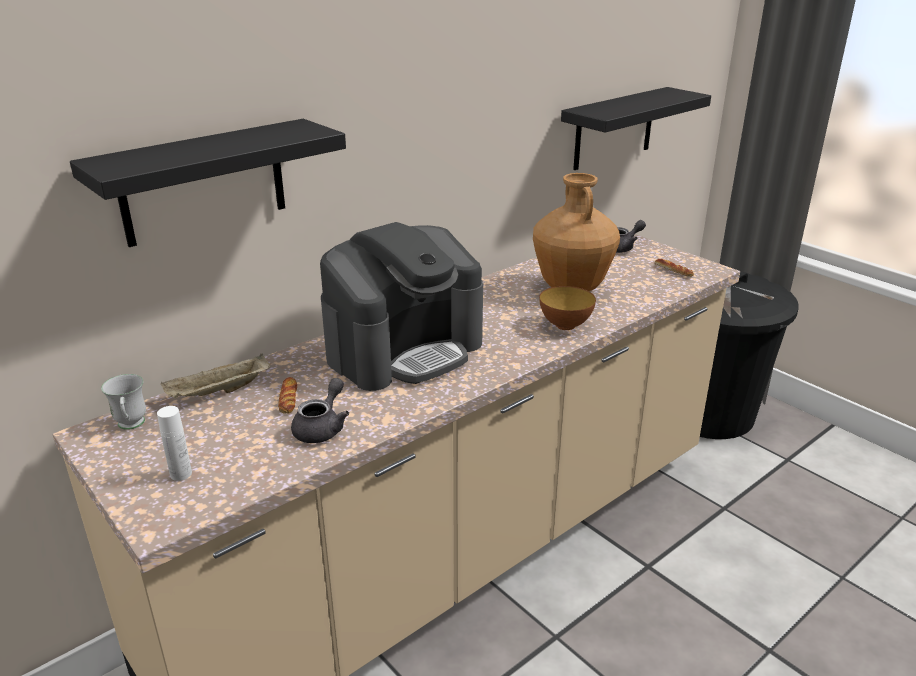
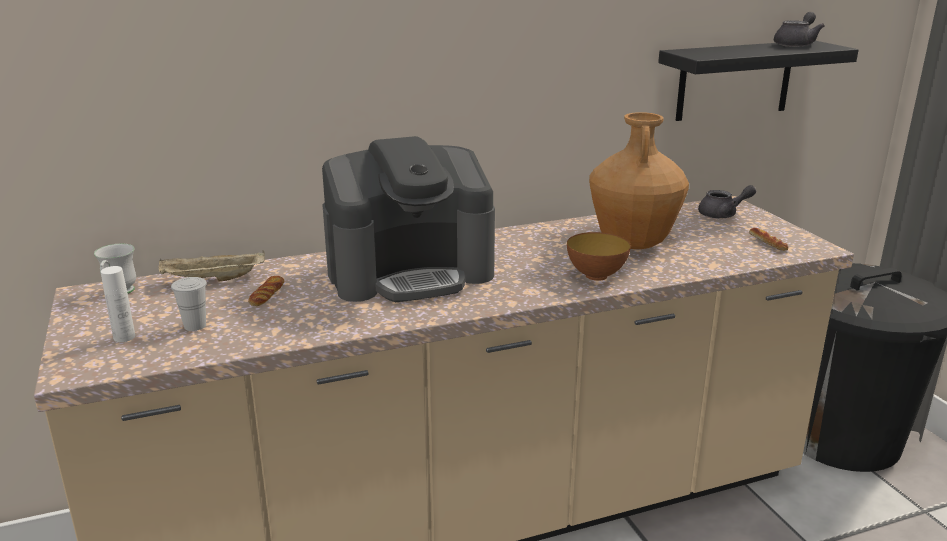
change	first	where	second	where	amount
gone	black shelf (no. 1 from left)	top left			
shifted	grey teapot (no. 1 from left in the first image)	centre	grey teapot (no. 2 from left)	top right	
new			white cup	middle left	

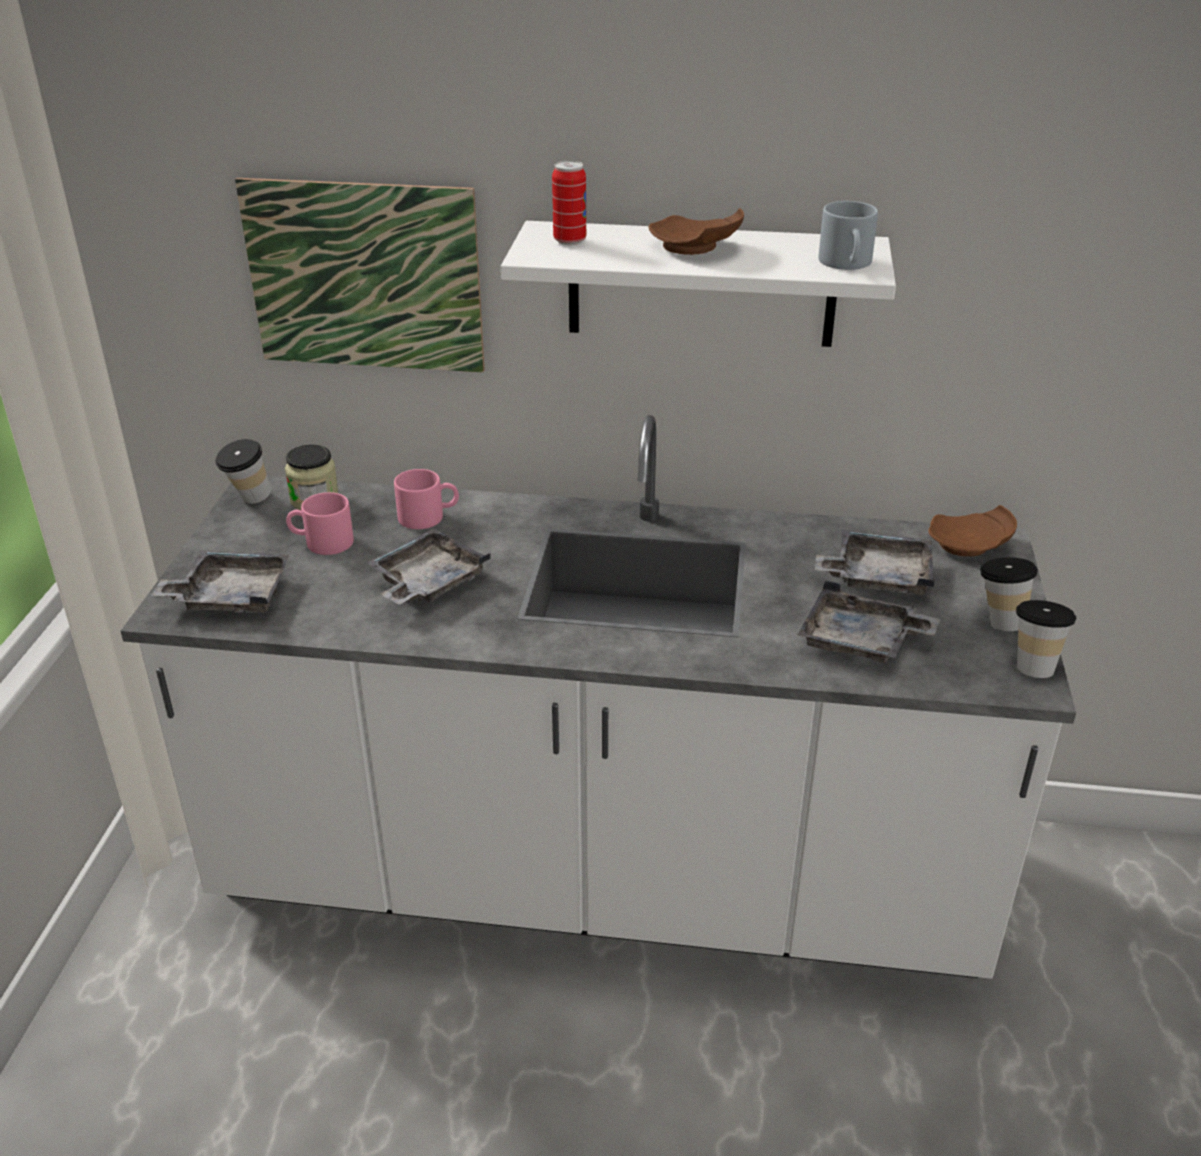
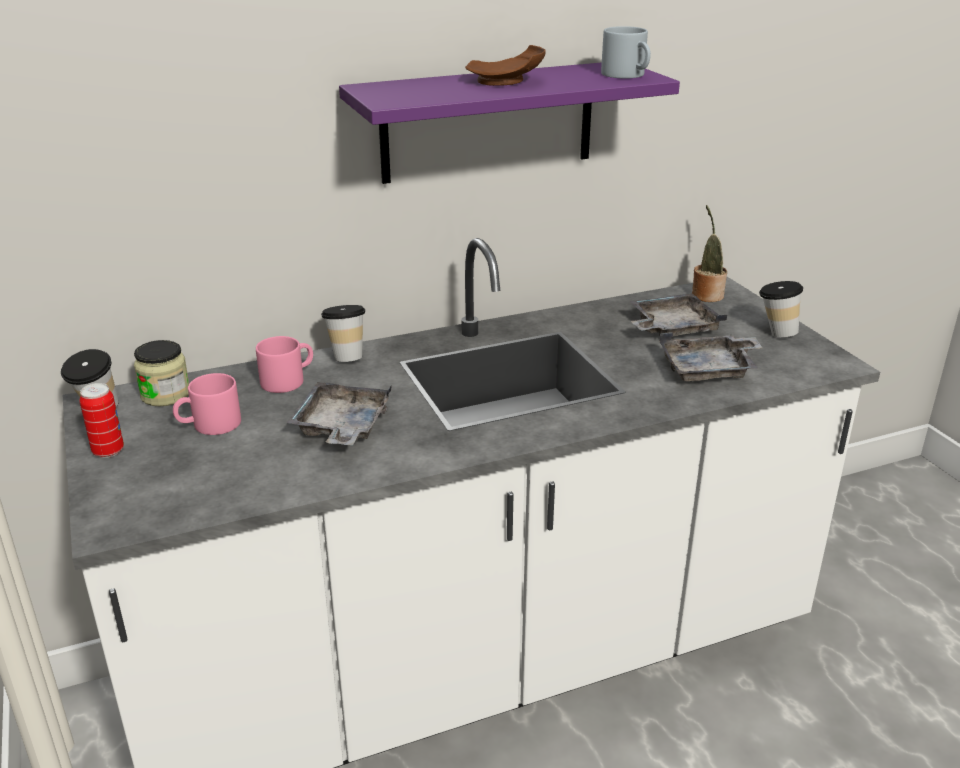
change	first	where	second	where	amount
gone	grey tray (no. 1 from left)	middle left			
gone	picture	top left			
repainted	white shelf	top centre	purple shelf	top centre	
shifted	can	top centre		middle left	
swapped	brown plate (no. 2 from left)	middle right	potted plant	top right	
shifted	cup (no. 3 from left in the first image)	middle right	cup (no. 2 from left)	centre	

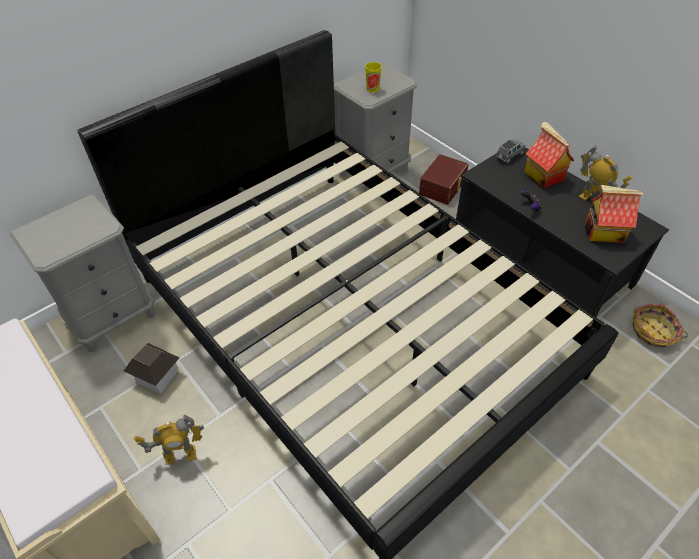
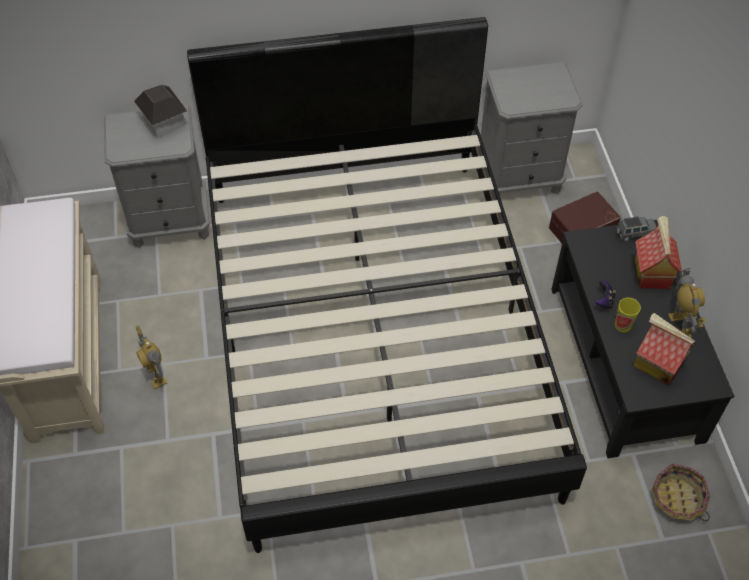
change	first	where	second	where	amount
shifted	toy house (no. 1 from left)	middle left		top left	
rotated	toy robot (no. 1 from left)	bottom left		middle left	45 degrees clockwise
shifted	cup	top centre		middle right	

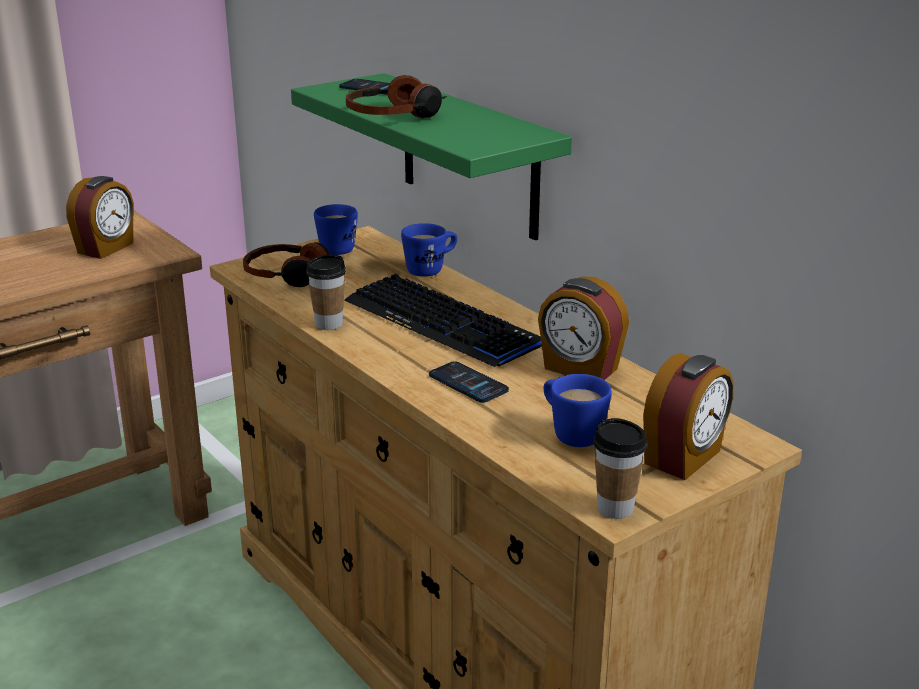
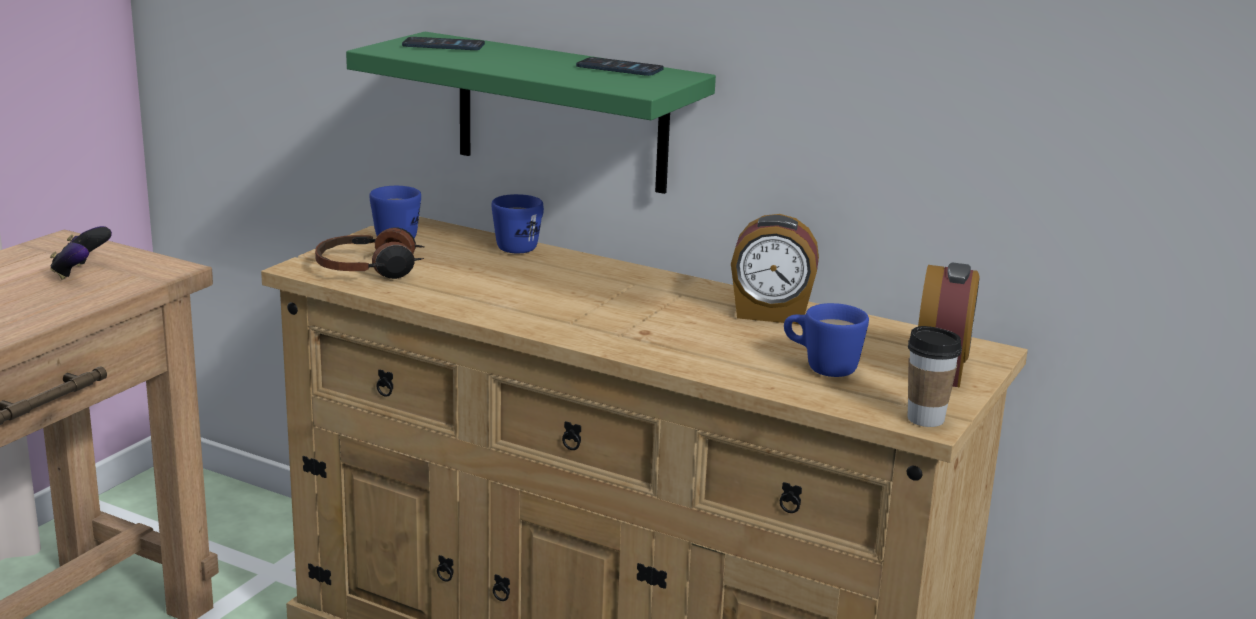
change	first	where	second	where	amount
swapped	alarm clock (no. 1 from left)	top left	game controller	middle left	
gone	cup (no. 1 from left)	centre			
gone	keyboard	centre			
gone	headphones (no. 2 from left)	top centre			
shifted	phone (no. 2 from left)	centre		top centre	

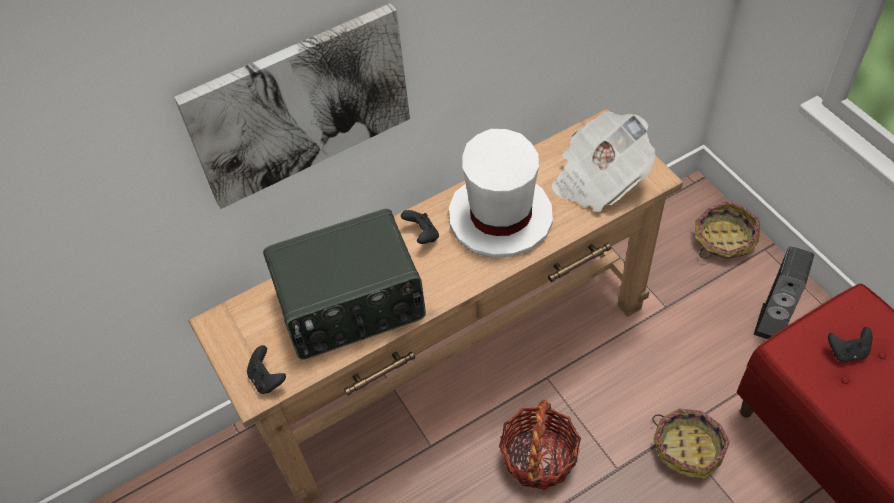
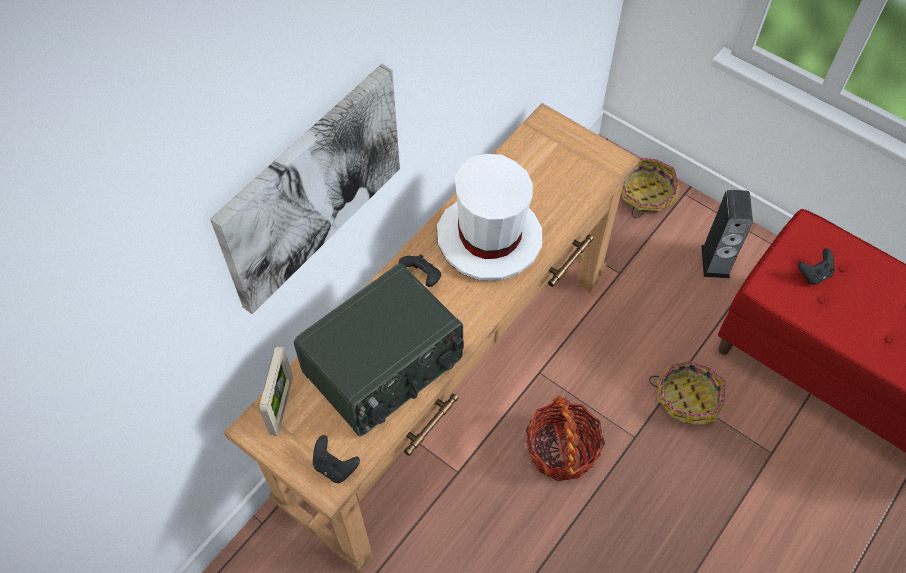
change	first	where	second	where	amount
gone	newspaper	top right			
new			picture frame	bottom left	

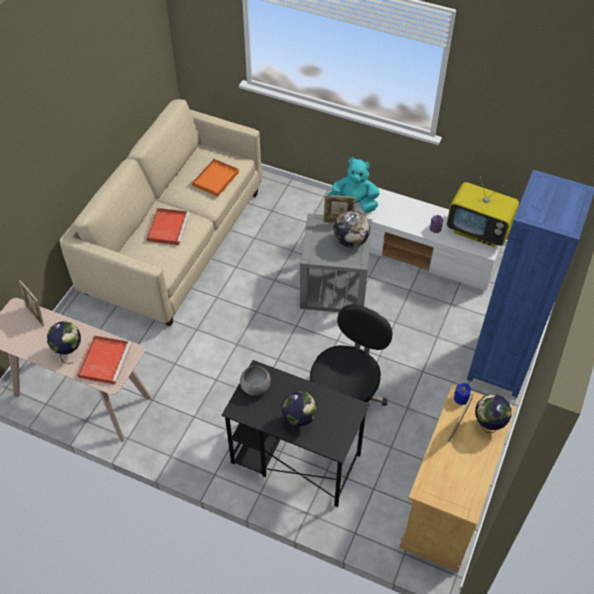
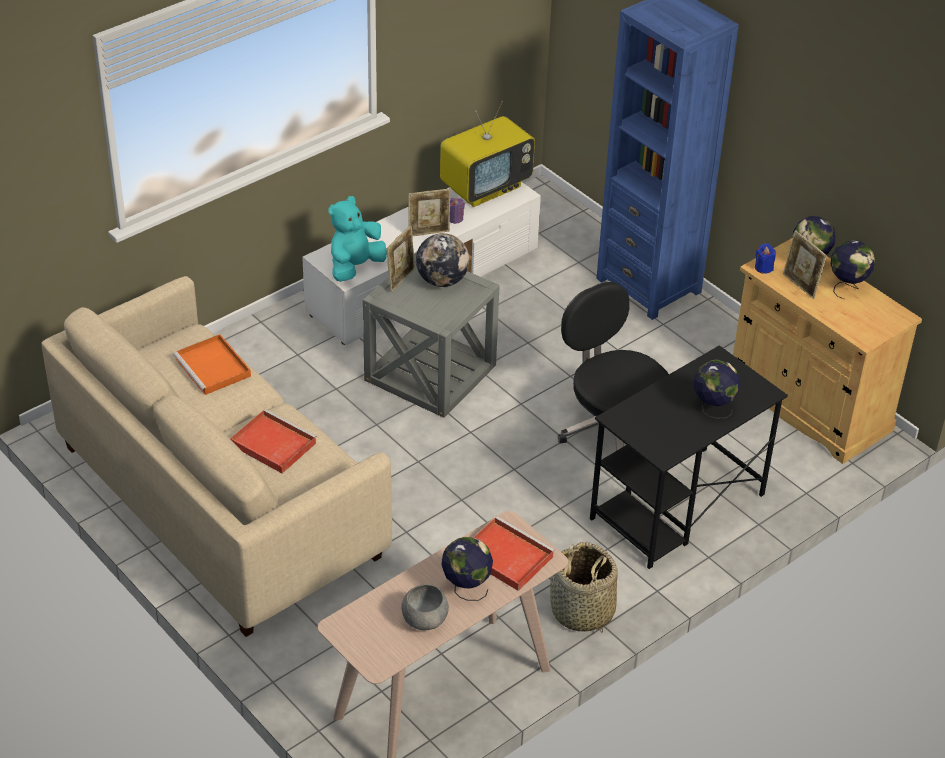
change	first	where	second	where	amount
shifted	picture frame (no. 1 from left in the first image)	middle left	picture frame (no. 2 from left)	top centre	
shifted	grey bowl	centre		bottom centre	
new			basket	bottom centre	
new			globe (no. 5 from left)	middle right	

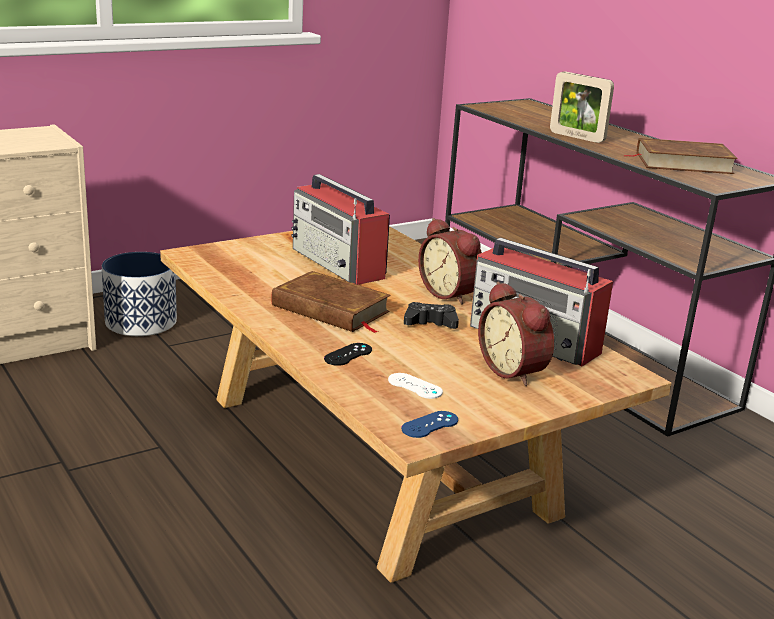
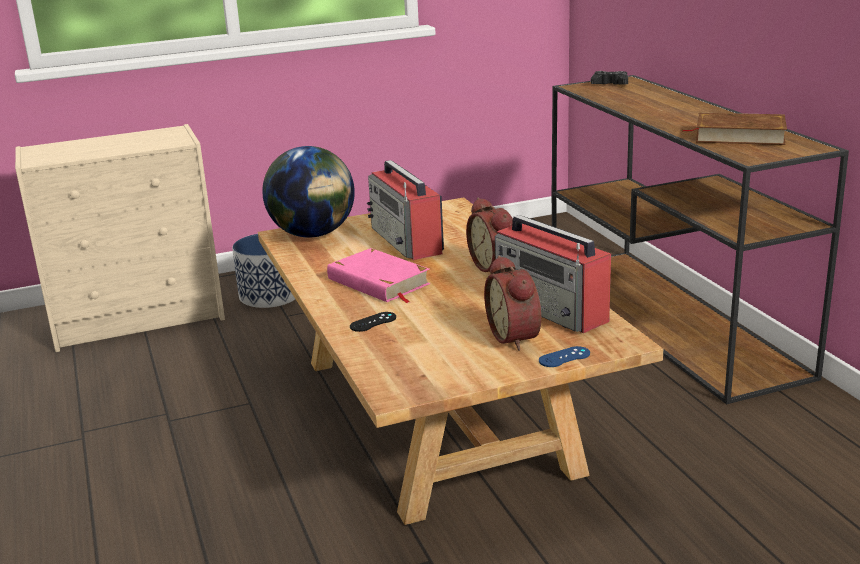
change	first	where	second	where	amount
repainted	brown book (no. 1 from left)	centre	pink book	centre	
gone	white game controller	centre			
shifted	blue game controller	bottom centre		centre	
shifted	black game controller (no. 2 from left)	centre		top right	
gone	picture frame	top right			
new			globe	centre	

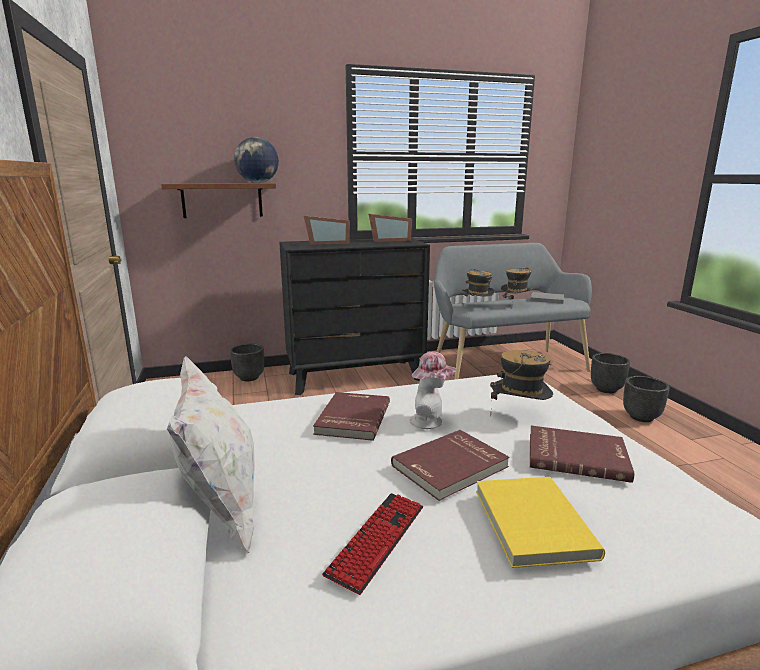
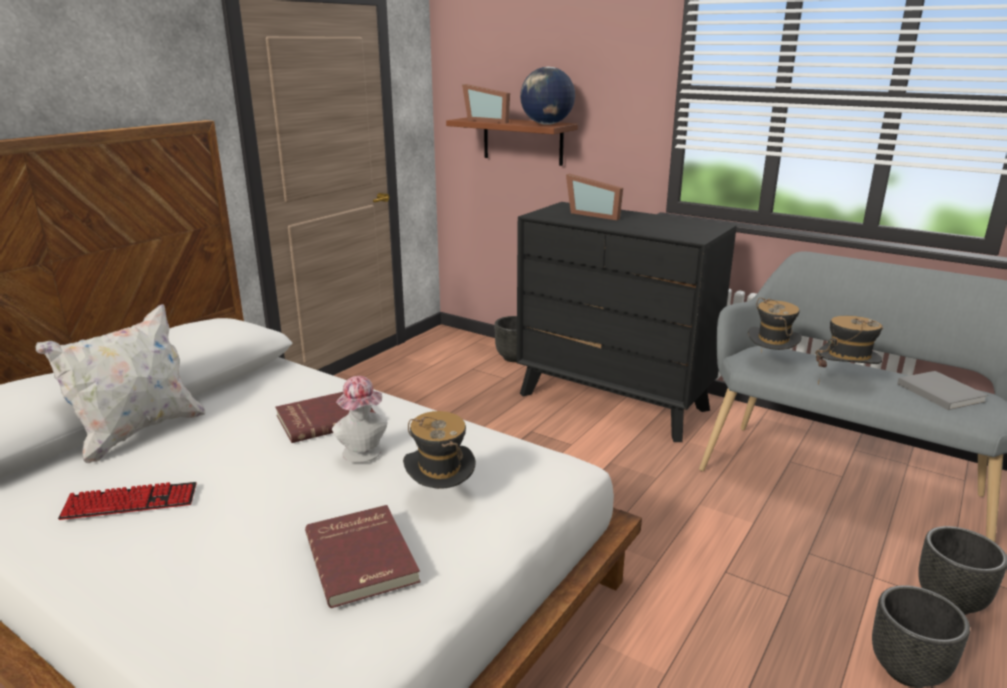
change	first	where	second	where	amount
shifted	picture frame (no. 2 from left in the first image)	centre	picture frame (no. 1 from left)	top centre	
gone	red book (no. 2 from left)	bottom centre			
gone	yellow book	bottom right			

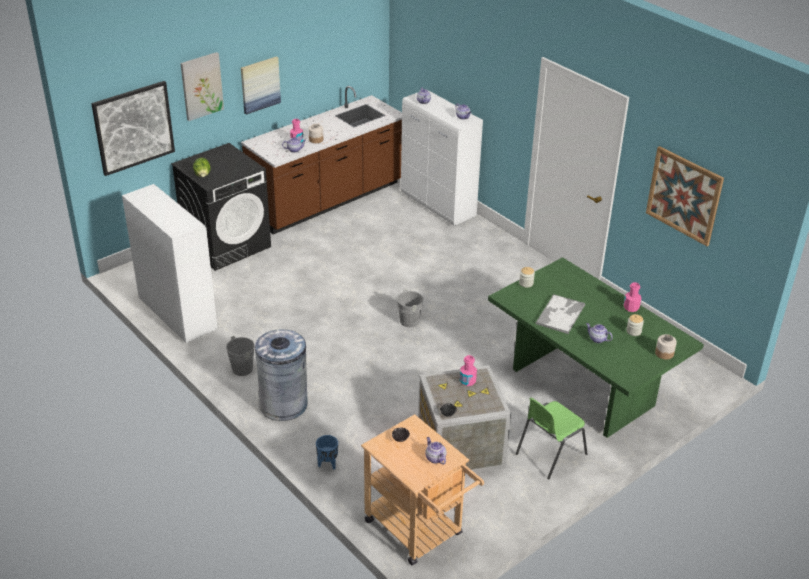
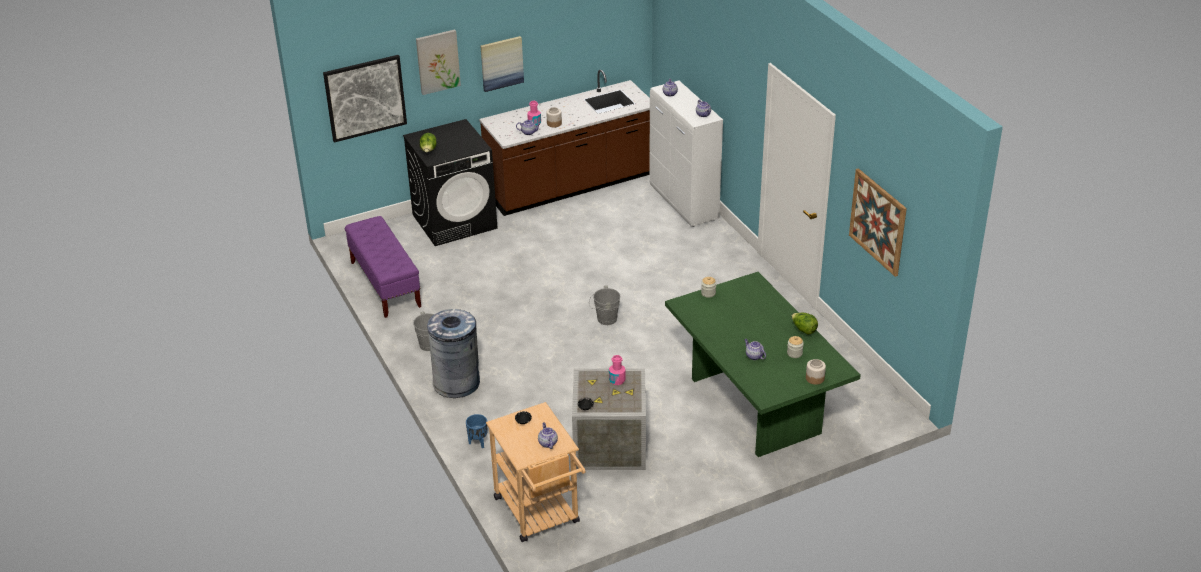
change	first	where	second	where	amount
swapped	white cabinet (no. 1 from left)	middle left	purple bench	middle left	
gone	green chair	bottom right			
gone	tray	middle right			
swapped	pink bottle (no. 3 from left)	middle right	lettuce (no. 2 from left)	middle right	

